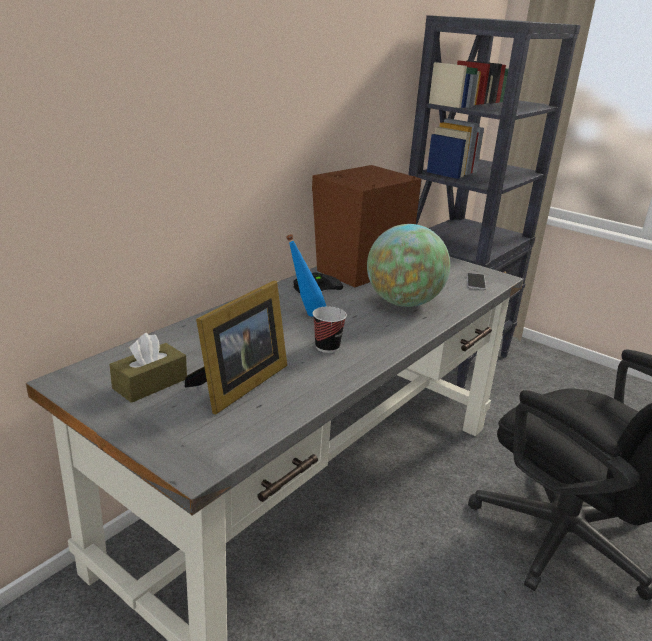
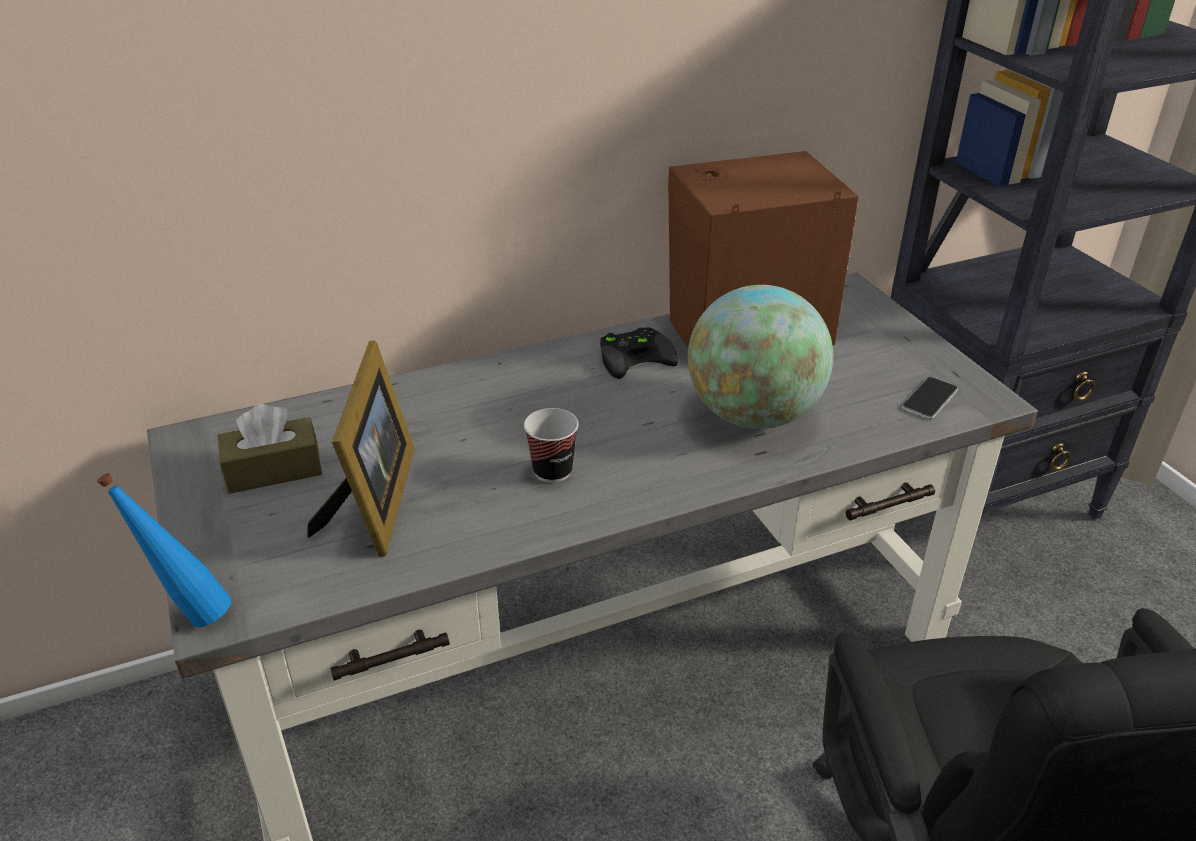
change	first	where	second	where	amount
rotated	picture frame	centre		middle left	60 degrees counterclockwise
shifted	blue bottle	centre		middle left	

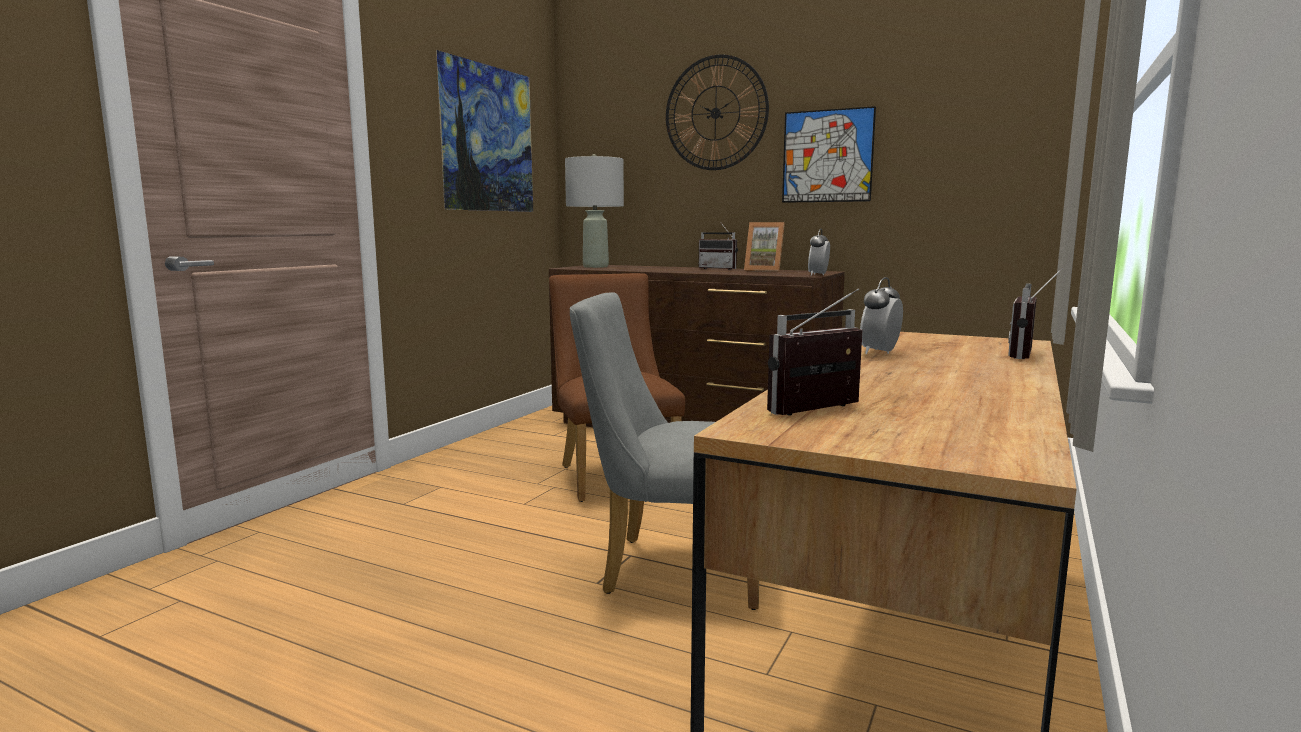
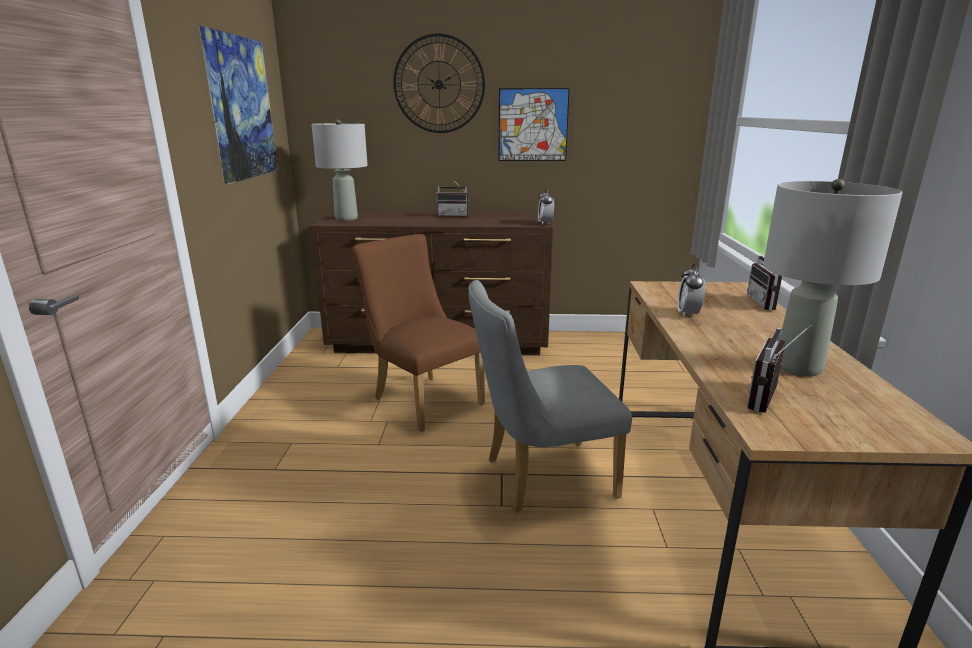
change	first	where	second	where	amount
gone	picture frame	centre			
new			grey table lamp (no. 2 from left)	middle right	

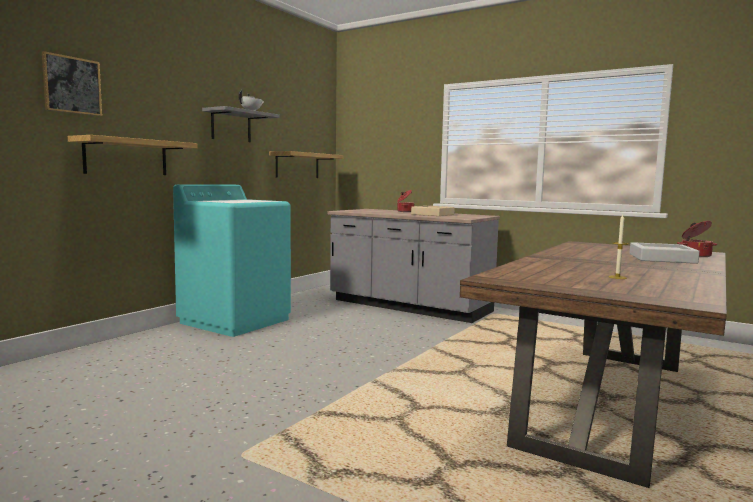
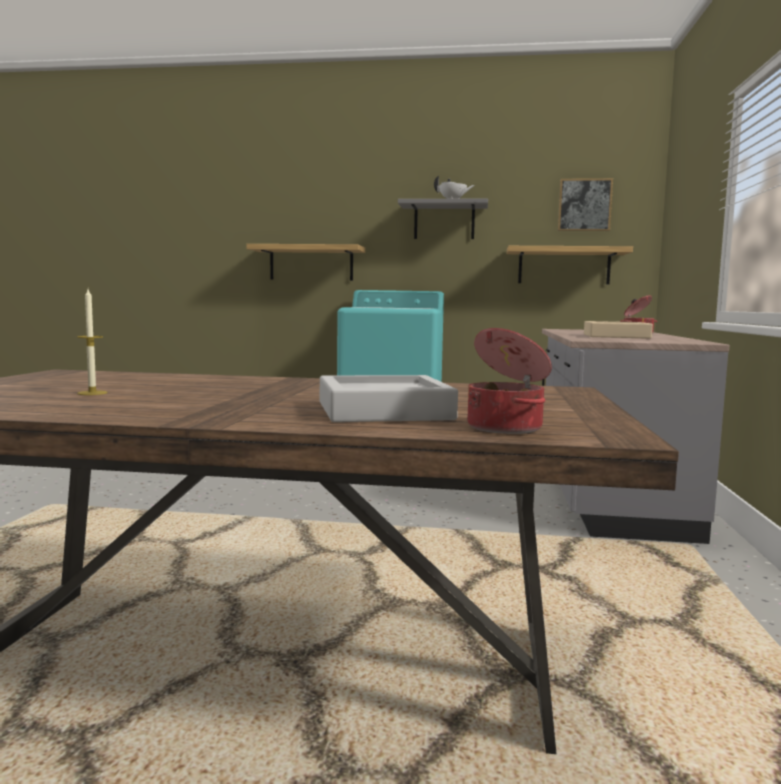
change	first	where	second	where	amount
shifted	picture	top left		top right	

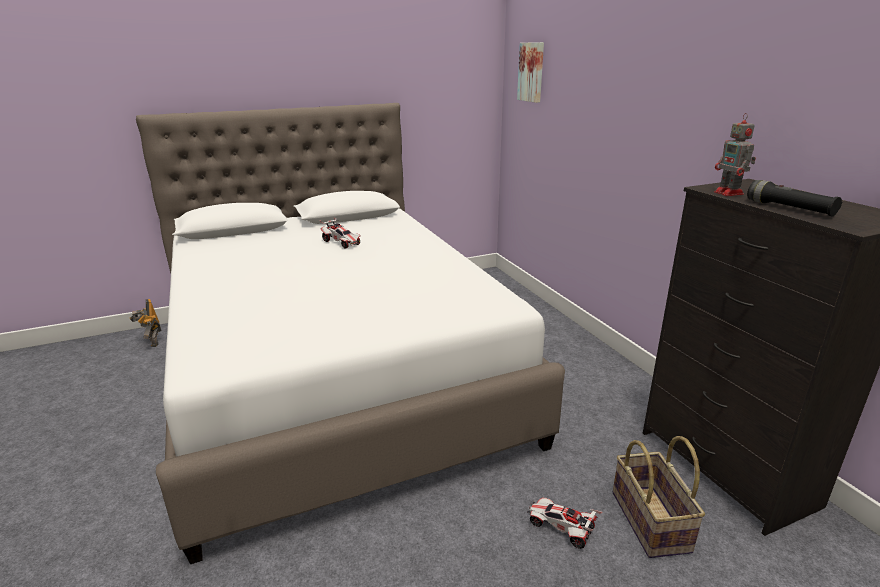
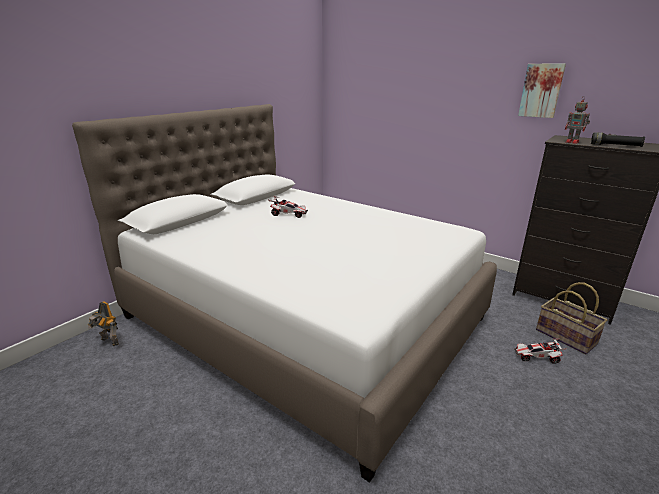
change	first	where	second	where	amount
shifted	picture	top centre		top right	

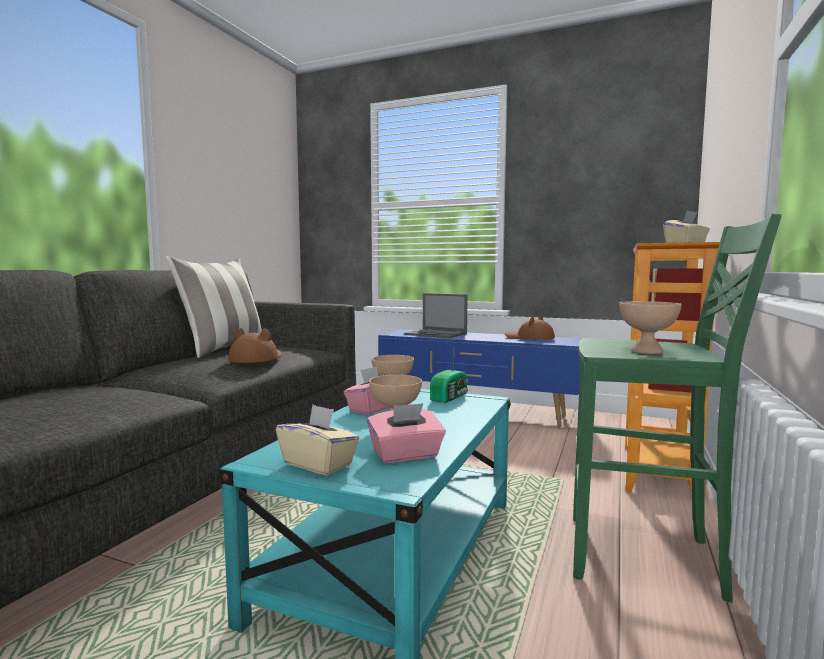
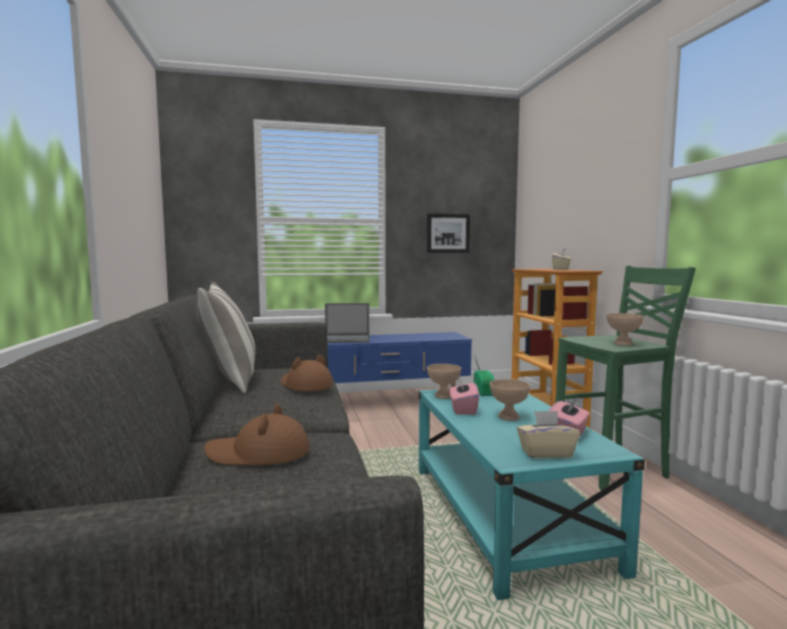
change	first	where	second	where	amount
shifted	brown hat (no. 2 from left in the first image)	centre	brown hat (no. 1 from left)	bottom left	
new			picture	centre	

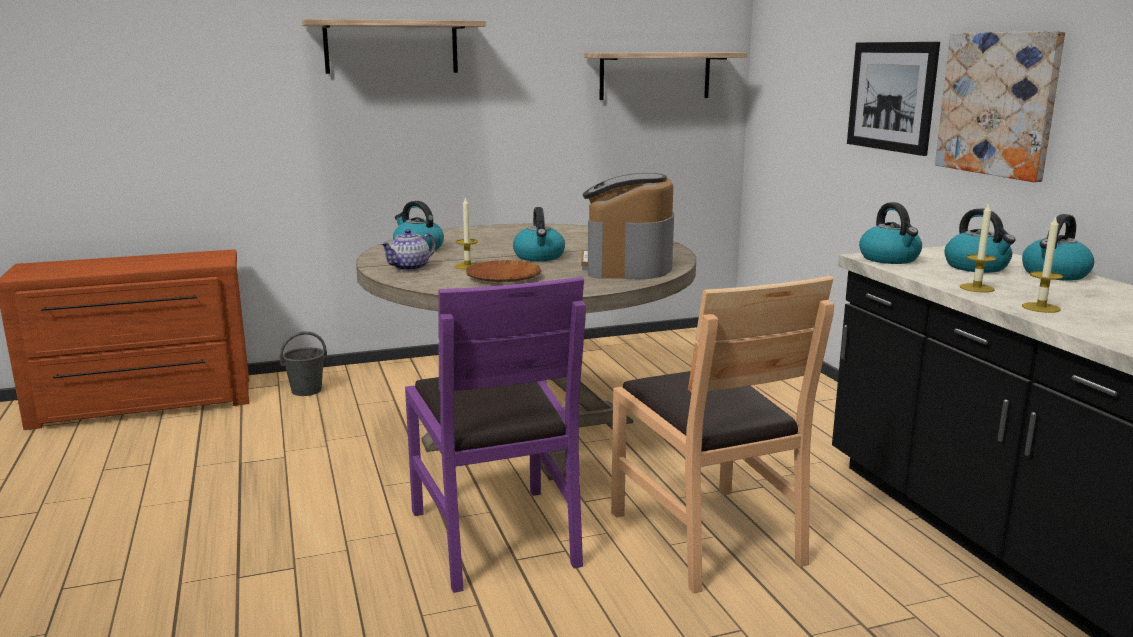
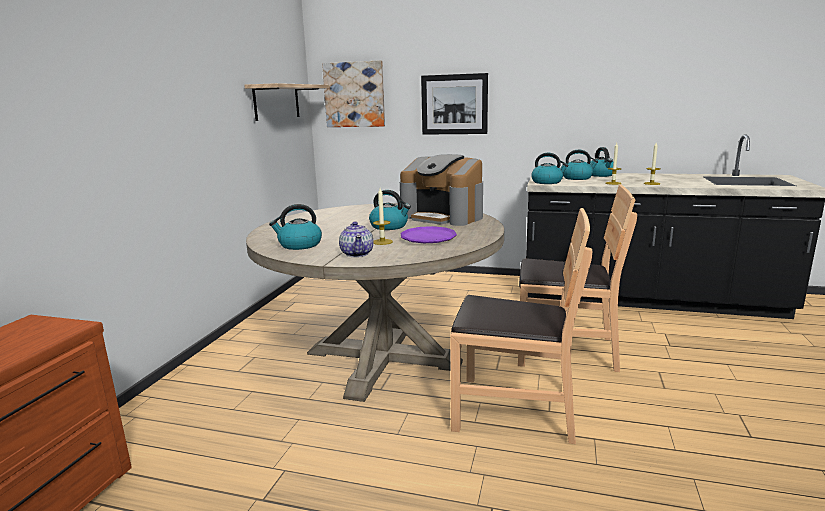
change	first	where	second	where	amount
gone	grey bucket	middle left			
gone	shelf (no. 1 from left)	top centre			
repainted	purple chair	bottom centre	brown chair (no. 1 from left)	centre	
repainted	brown plate	centre	purple plate	centre	
shifted	picture (no. 2 from left in the first image)	top right	picture (no. 1 from left)	top centre	

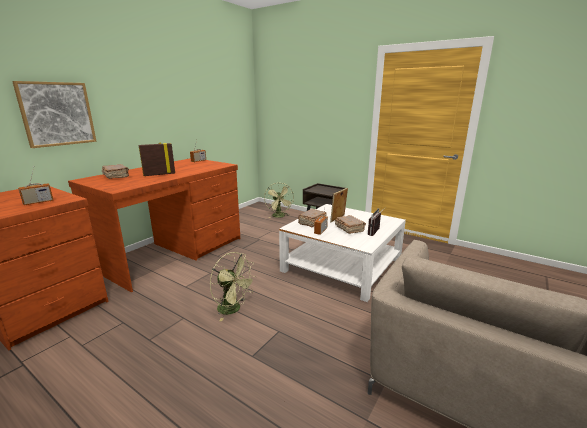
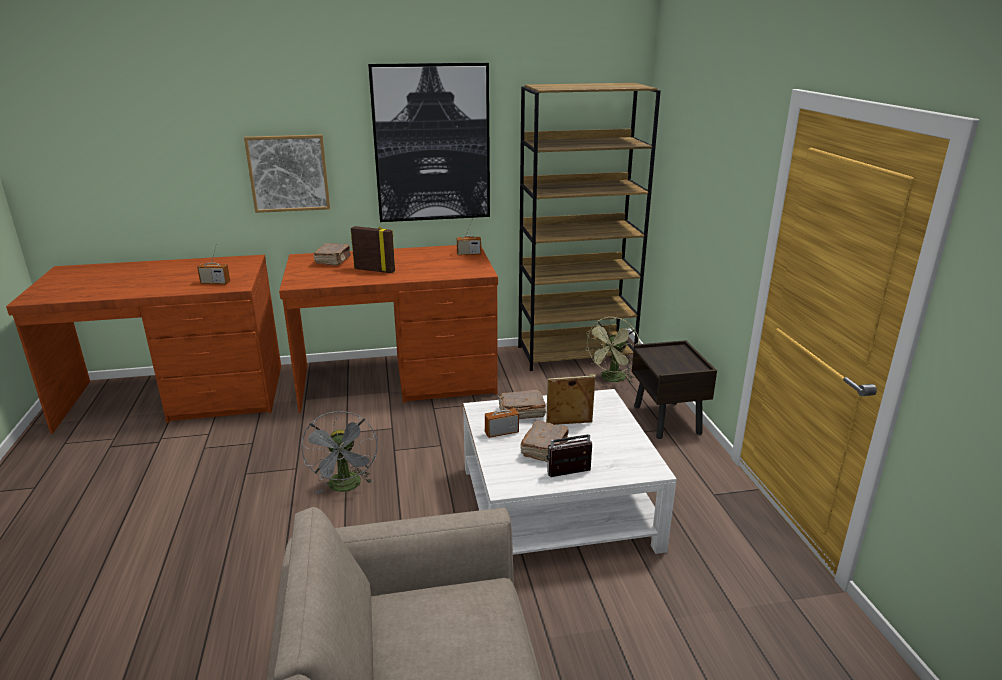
change	first	where	second	where	amount
repainted	green fan (no. 1 from left)	bottom centre	grey fan	centre	
new			picture (no. 2 from left)	top centre	
new			brown bookcase	centre	

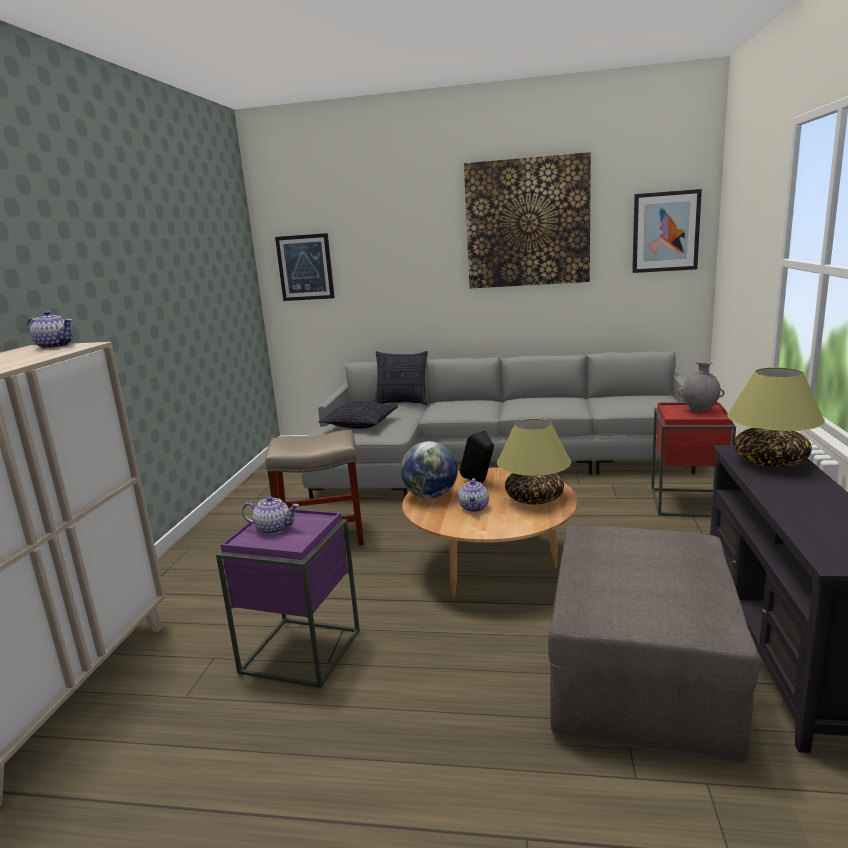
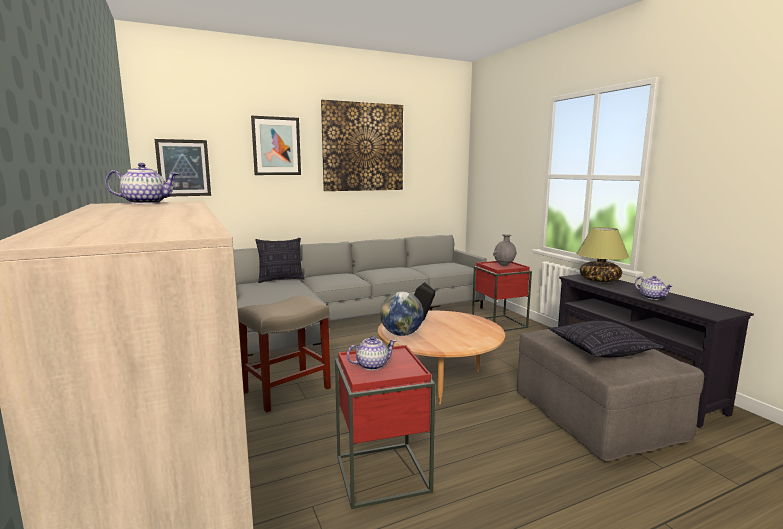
change	first	where	second	where	amount
repainted	purple side table	bottom centre	red side table (no. 1 from left)	bottom centre	
shifted	pillow (no. 1 from left in the first image)	centre	pillow (no. 2 from left)	middle right	
shifted	teapot (no. 3 from left)	centre		middle right	
gone	table lamp (no. 1 from left)	centre			
shifted	picture (no. 3 from left in the first image)	top right	picture (no. 2 from left)	top centre	

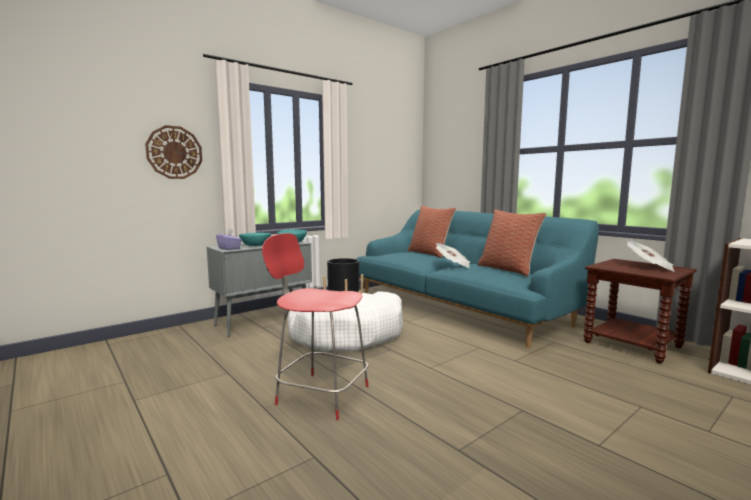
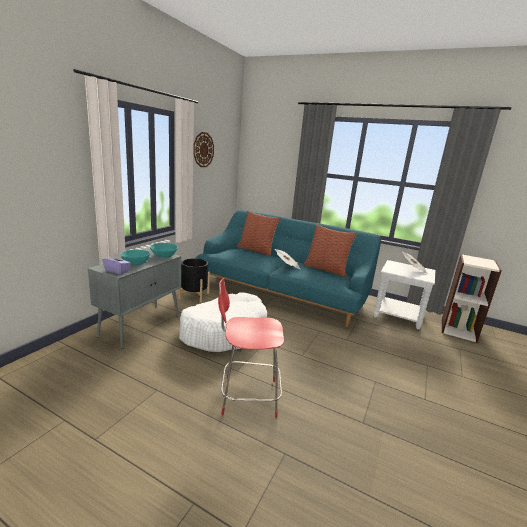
change	first	where	second	where	amount
shifted	wall clock	top left		top centre	
repainted	brown side table	middle right	white side table	middle right	

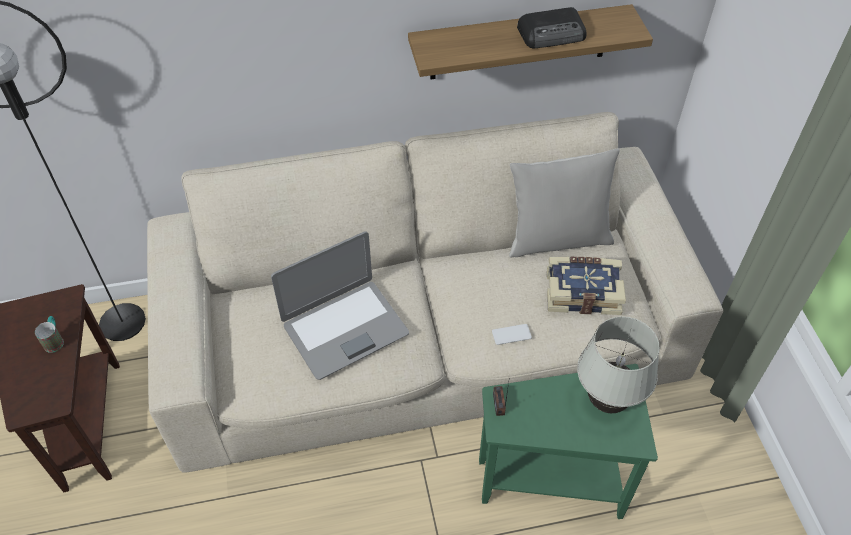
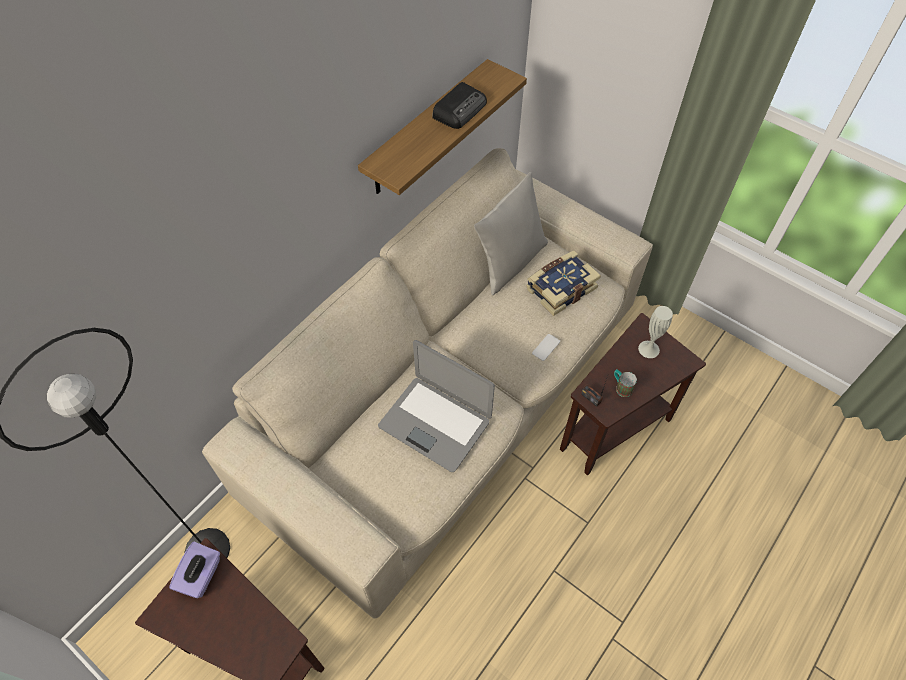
change	first	where	second	where	amount
shifted	mug	middle left		middle right	
rotated	laptop	centre		centre	105 degrees clockwise
repainted	green side table	bottom right	brown side table (no. 2 from left)	middle right	
swapped	white table lamp	bottom right	white vase	middle right	
new			purple tissue box	bottom left	

